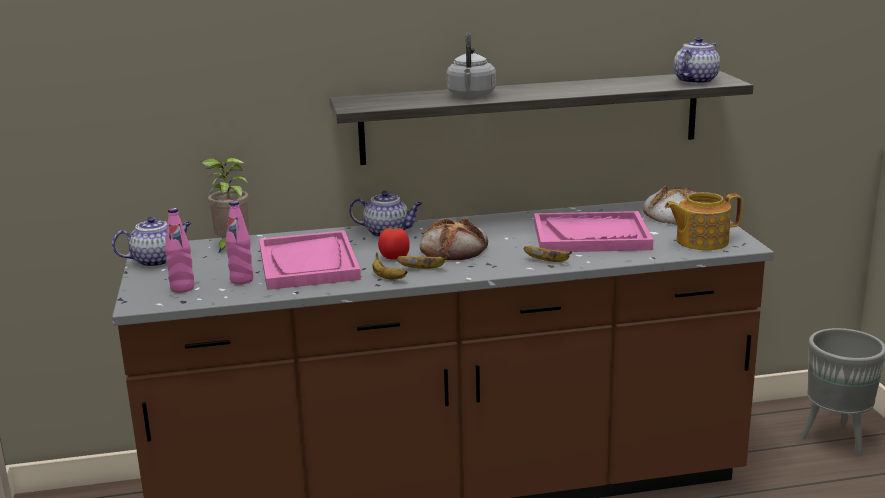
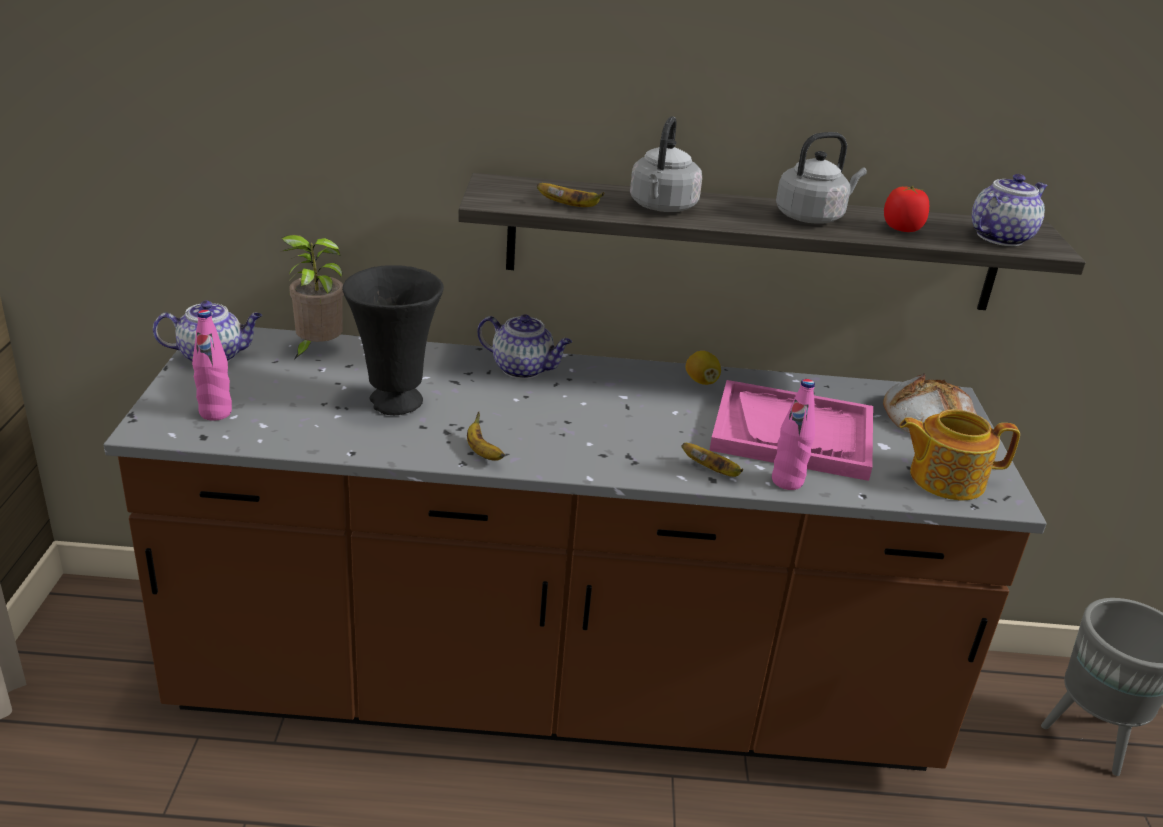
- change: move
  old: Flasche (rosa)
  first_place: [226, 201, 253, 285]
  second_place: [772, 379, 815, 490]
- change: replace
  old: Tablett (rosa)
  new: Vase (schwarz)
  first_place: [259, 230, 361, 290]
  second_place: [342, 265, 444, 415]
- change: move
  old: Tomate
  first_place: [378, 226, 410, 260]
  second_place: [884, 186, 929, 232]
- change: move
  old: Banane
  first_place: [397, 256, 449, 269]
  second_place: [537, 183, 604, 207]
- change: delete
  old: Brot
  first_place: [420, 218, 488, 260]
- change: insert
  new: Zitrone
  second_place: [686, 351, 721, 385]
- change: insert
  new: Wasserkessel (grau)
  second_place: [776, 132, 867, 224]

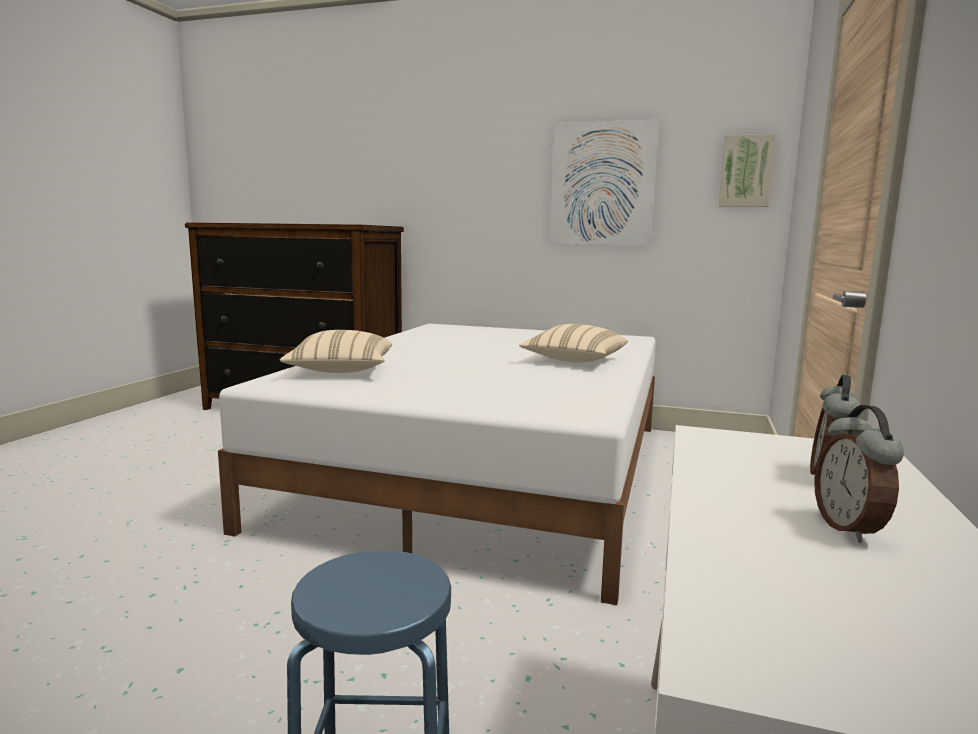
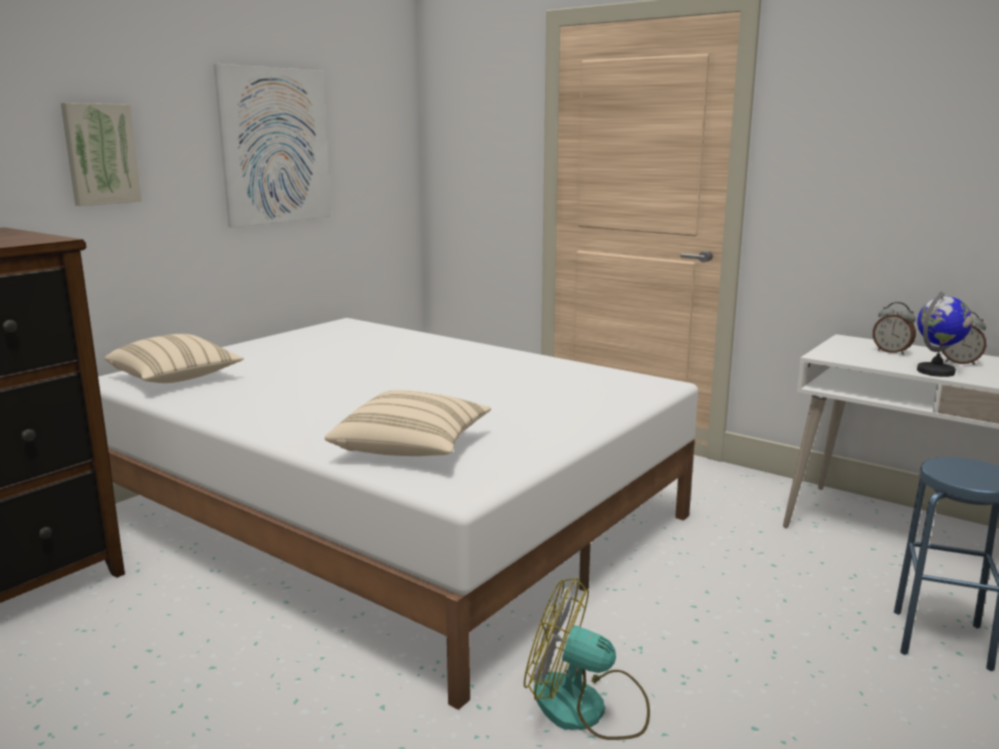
- change: move
  old: Kissen (beige)
  first_place: [519, 324, 628, 362]
  second_place: [104, 334, 244, 383]
- change: move
  old: Bild
  first_place: [719, 134, 776, 207]
  second_place: [61, 103, 142, 206]
- change: insert
  new: Ventilator
  second_place: [524, 578, 650, 740]
- change: insert
  new: Globus
  second_place: [917, 291, 973, 377]

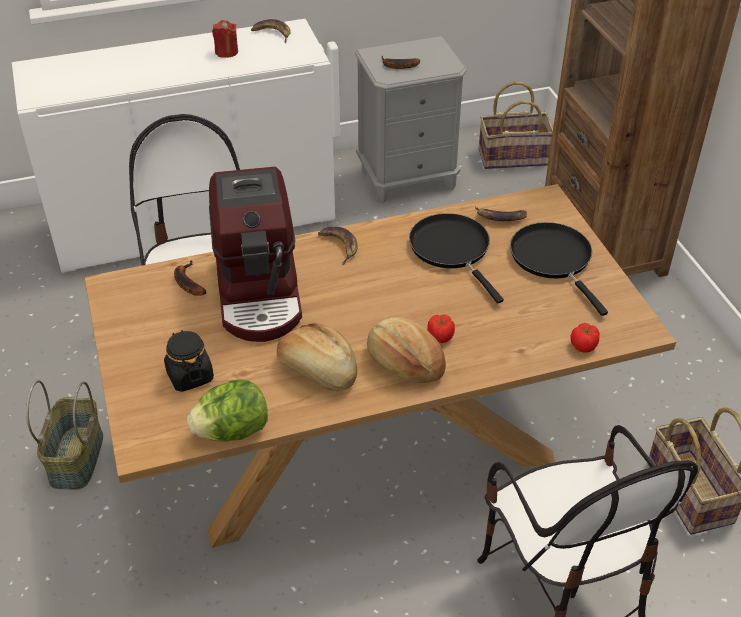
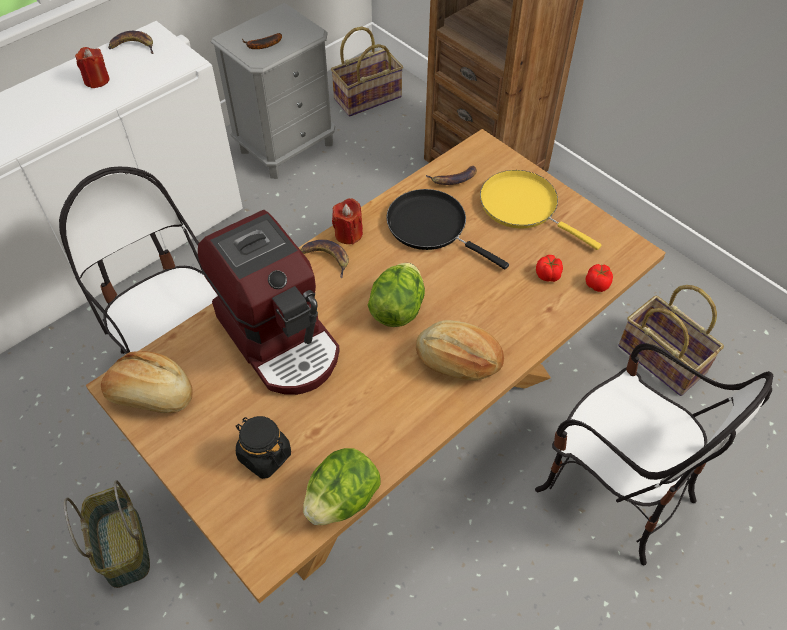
- change: delete
  old: Banane
  first_place: [174, 260, 206, 296]
- change: move
  old: Brot
  first_place: [277, 323, 357, 391]
  second_place: [101, 351, 193, 413]
- change: move
  old: Tomate
  first_place: [427, 314, 455, 343]
  second_place: [536, 255, 563, 282]
- change: recolor
  old: Pfanne (schwarz)
  new: Pfanne (gelb)
  first_place: [510, 222, 608, 316]
  second_place: [480, 170, 601, 250]
- change: insert
  new: Kerze (rot)
  second_place: [332, 198, 363, 245]
- change: insert
  new: Salatkopf
  second_place: [368, 263, 425, 327]

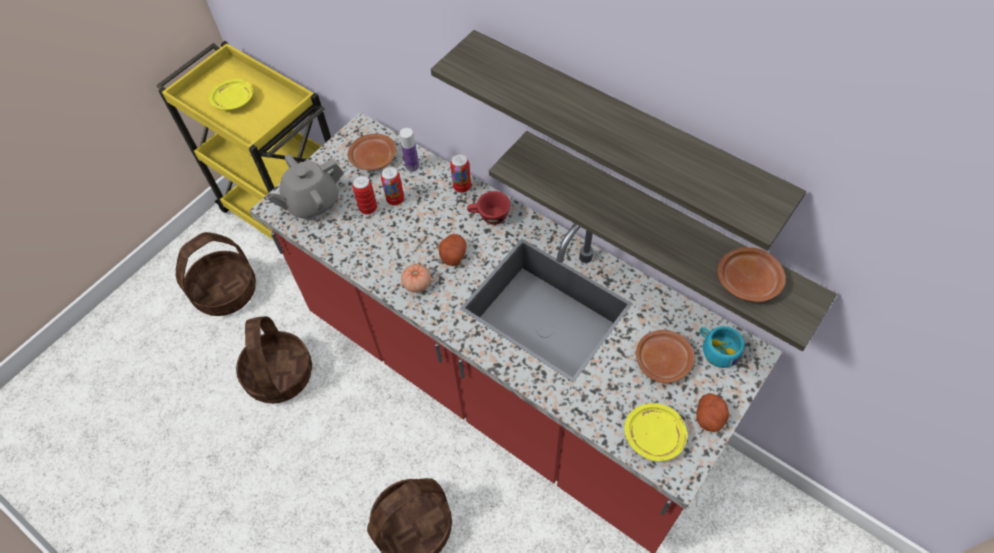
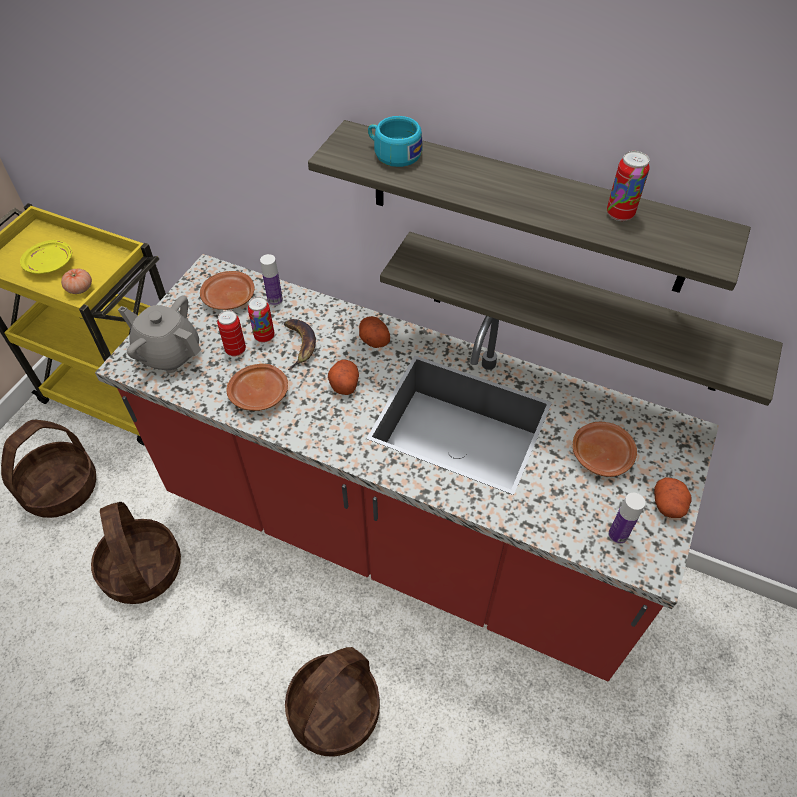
- change: rotate
  old: Teekanne (grau)
  first_place: [265, 154, 344, 220]
  second_place: [118, 295, 201, 373]
  degrees: 75
- change: move
  old: Tomate
  first_place: [401, 264, 431, 293]
  second_place: [61, 268, 92, 294]
- change: move
  old: Dose
  first_place: [450, 154, 471, 193]
  second_place: [607, 151, 650, 221]
- change: replace
  old: Tasse (rot)
  new: Kartoffel
  first_place: [467, 191, 510, 225]
  second_place: [359, 316, 390, 348]
- change: replace
  old: Teller (gelb)
  new: Flasche
  first_place: [624, 403, 687, 461]
  second_place: [608, 493, 645, 544]
- change: move
  old: Tasse (türkis)
  first_place: [700, 326, 745, 368]
  second_place: [368, 116, 423, 167]
- change: move
  old: Teller (braun)
  first_place: [717, 247, 786, 302]
  second_place: [227, 364, 288, 411]
- change: insert
  new: Banane
  second_place: [284, 319, 316, 370]

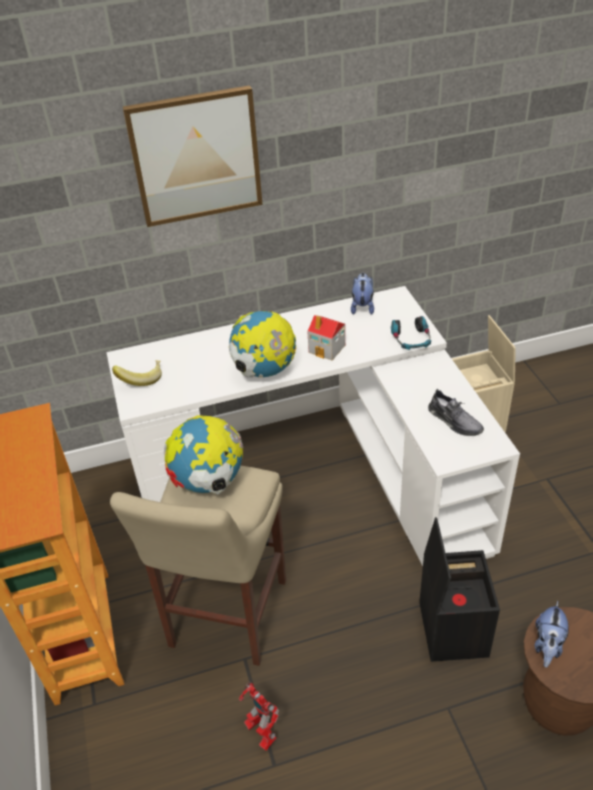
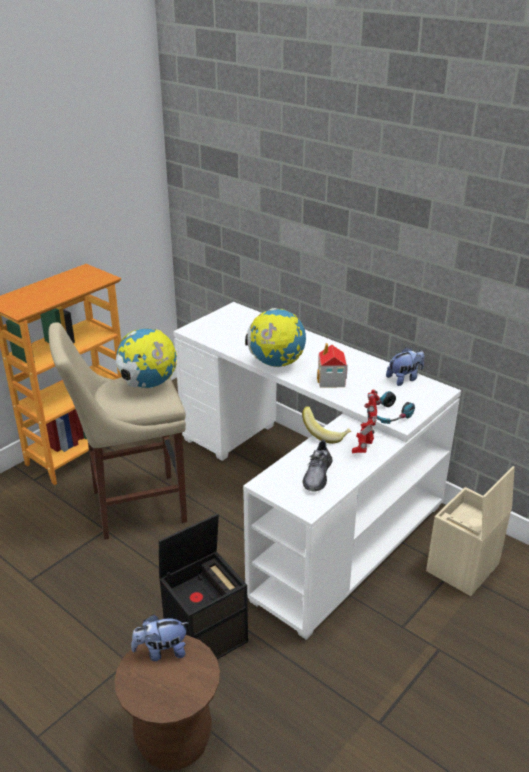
- change: move
  old: Banane
  first_place: [112, 360, 162, 386]
  second_place: [302, 406, 351, 444]
- change: delete
  old: Bild
  first_place: [122, 85, 263, 227]
- change: move
  old: Spielzeugroboter
  first_place: [239, 682, 279, 751]
  second_place: [352, 389, 380, 453]

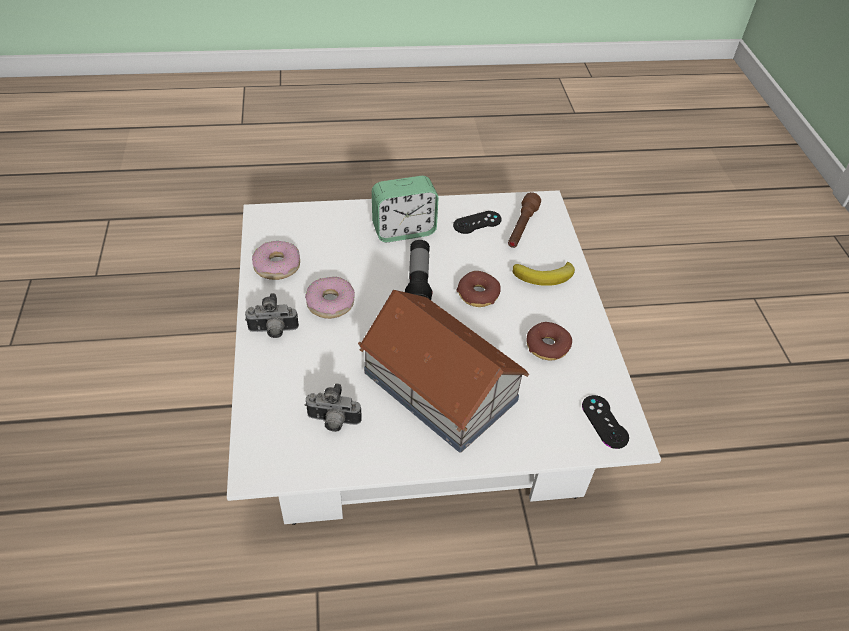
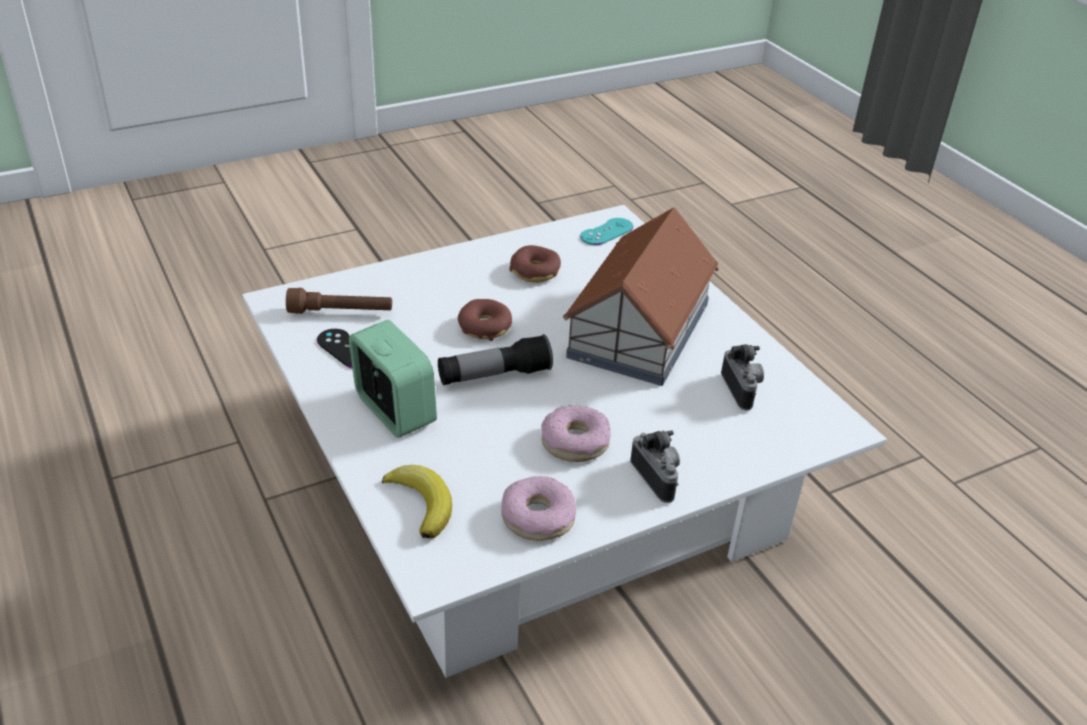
- change: move
  old: Banane
  first_place: [513, 262, 575, 286]
  second_place: [382, 465, 452, 539]
- change: recolor
  old: Gamepad (schwarz)
  new: Gamepad (türkis)
  first_place: [582, 395, 629, 449]
  second_place: [580, 218, 633, 245]

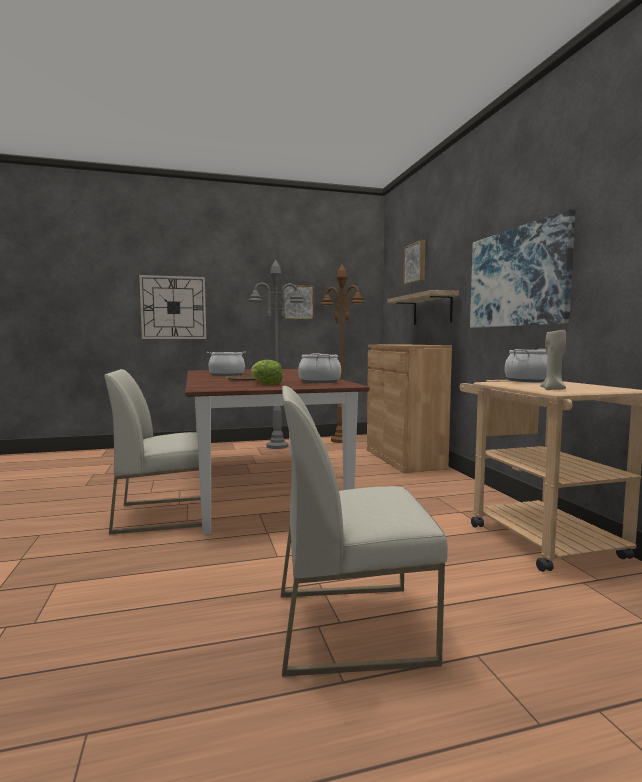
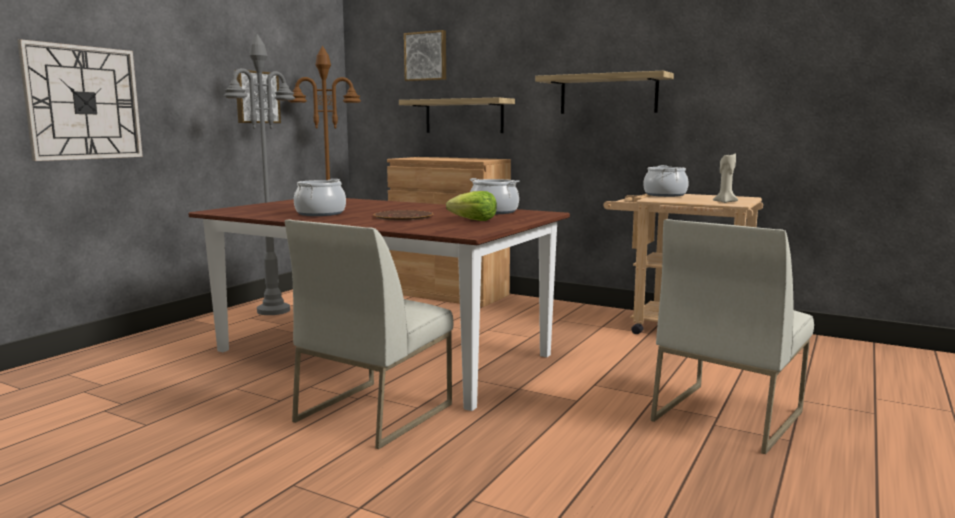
- change: replace
  old: Bild
  new: Wandregal
  first_place: [470, 209, 576, 328]
  second_place: [535, 71, 674, 114]

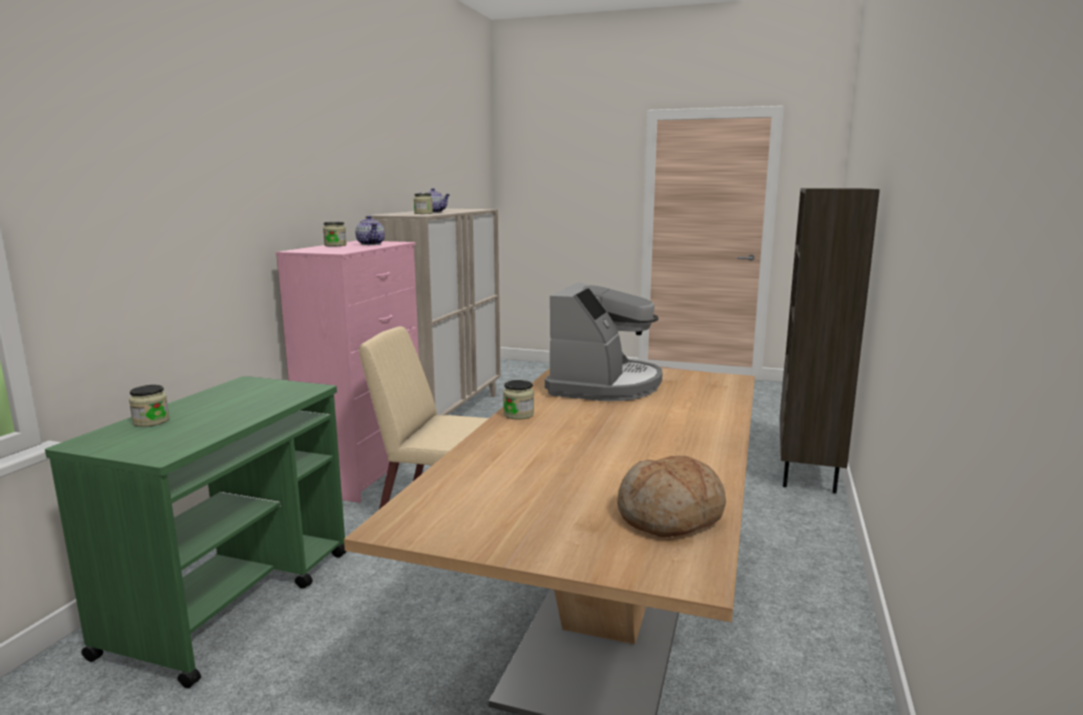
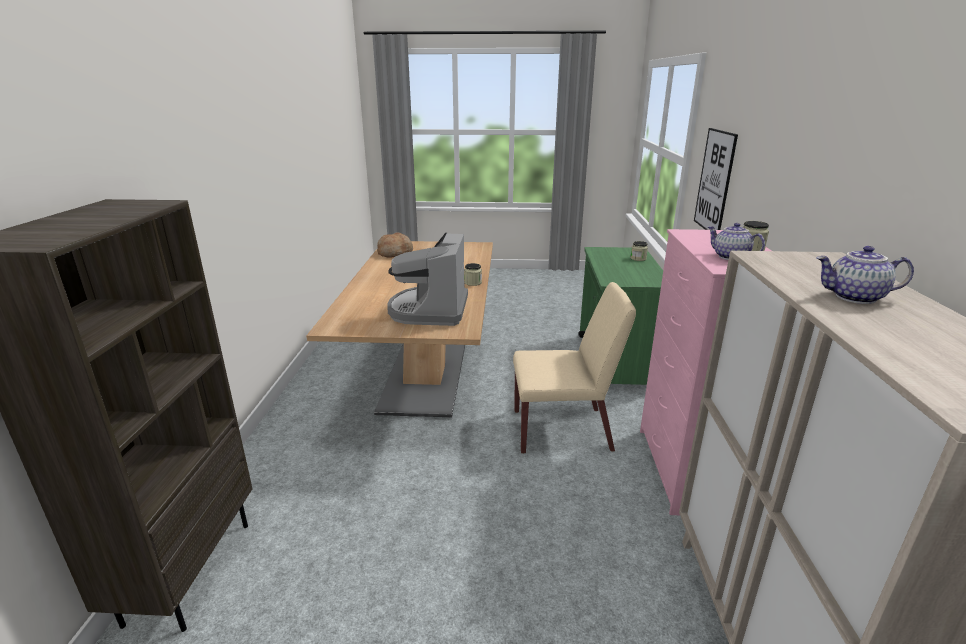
- change: delete
  old: Vorratsglas
  first_place: [414, 193, 433, 214]
- change: insert
  new: Bild
  second_place: [694, 128, 738, 230]

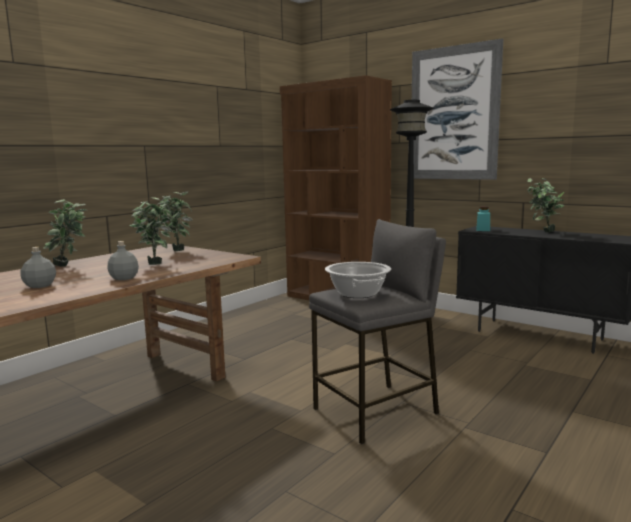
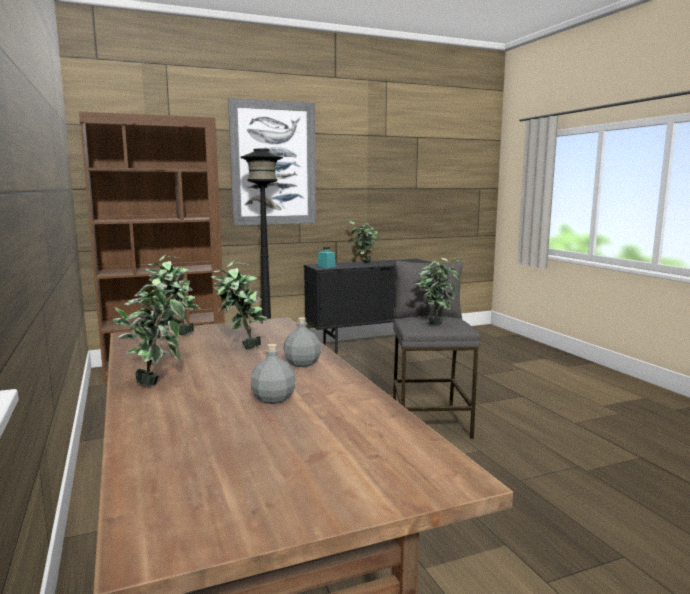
- change: replace
  old: Kochtopf
  new: Topfpflanze
  first_place: [325, 262, 391, 298]
  second_place: [415, 258, 462, 324]

